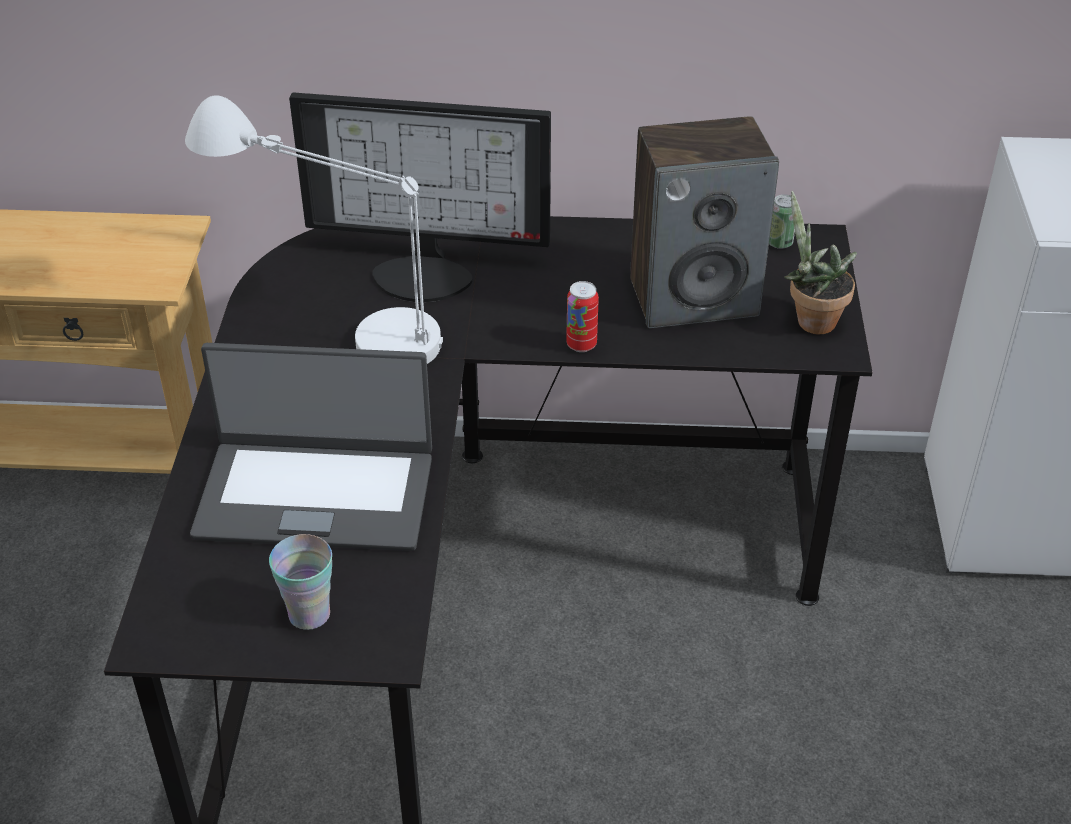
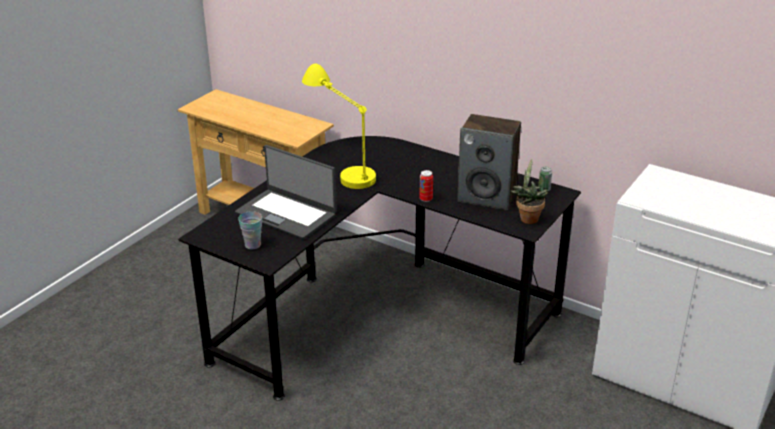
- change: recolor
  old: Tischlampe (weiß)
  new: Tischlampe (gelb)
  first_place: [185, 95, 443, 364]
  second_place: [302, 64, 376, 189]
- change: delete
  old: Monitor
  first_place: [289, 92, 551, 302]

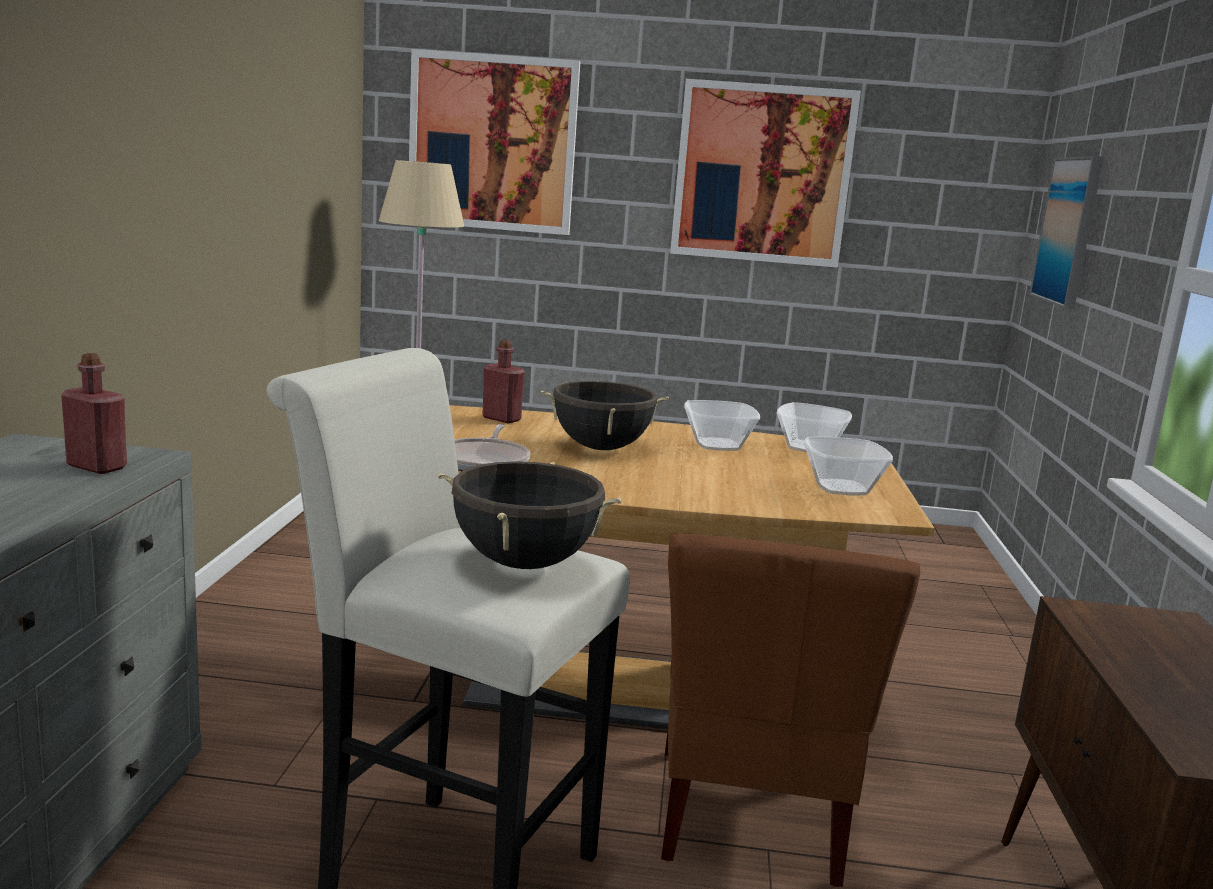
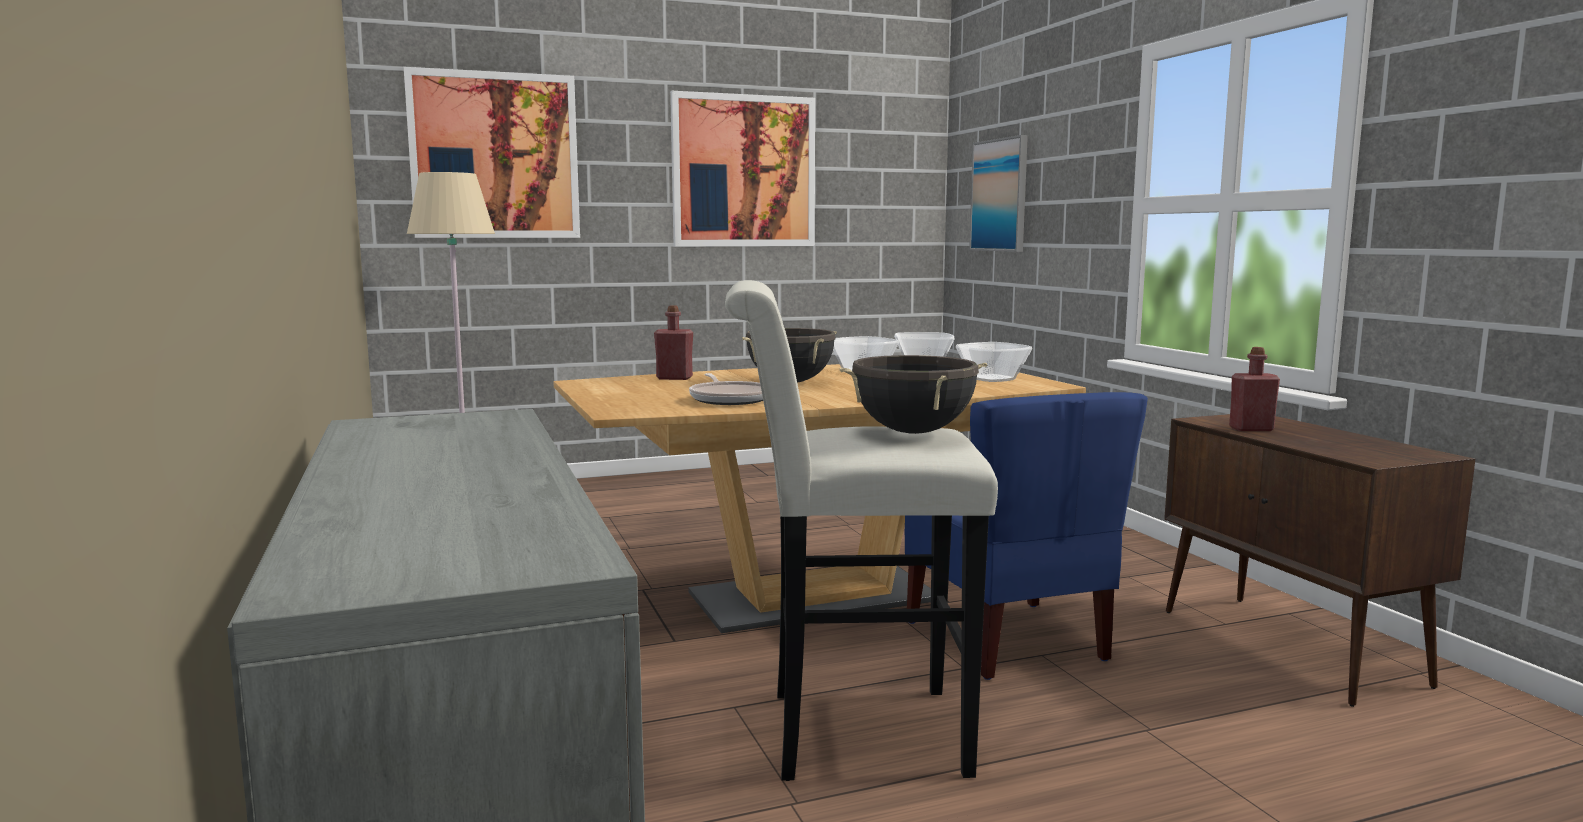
- change: move
  old: Flasche (rot)
  first_place: [61, 353, 127, 474]
  second_place: [1229, 347, 1280, 431]
- change: recolor
  old: Stuhl (braun)
  new: Stuhl (blau)
  first_place: [661, 534, 920, 887]
  second_place: [905, 392, 1148, 680]

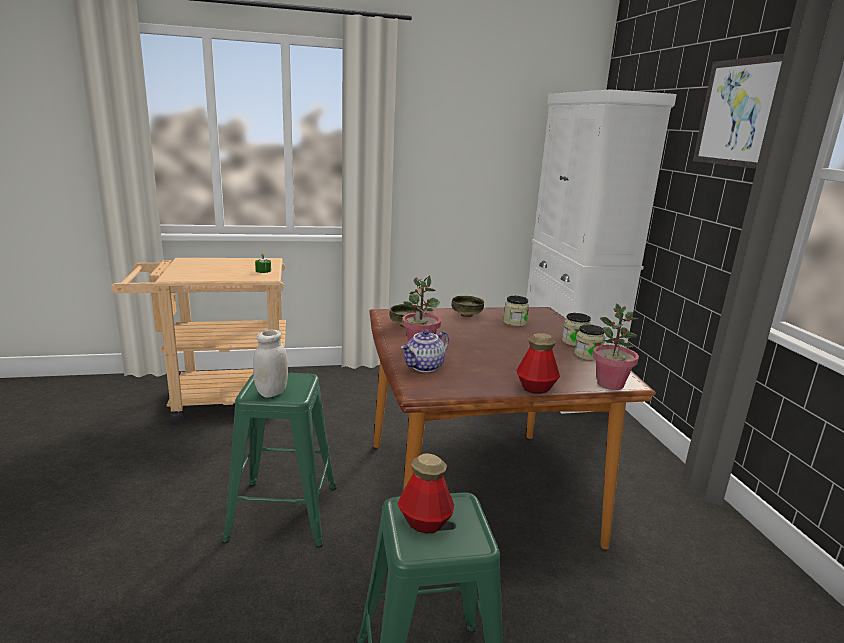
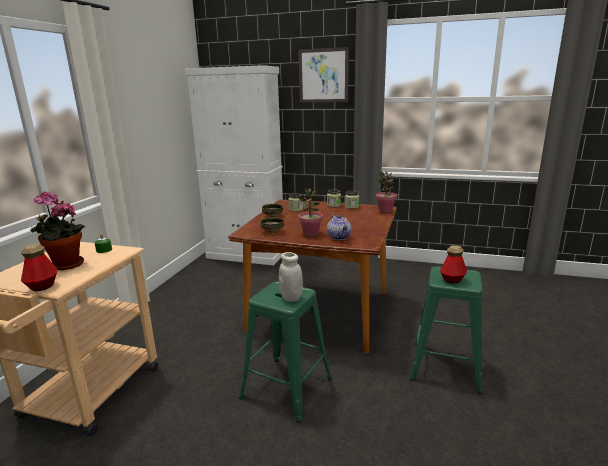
- change: move
  old: Flasche
  first_place: [516, 333, 560, 394]
  second_place: [21, 244, 58, 291]
- change: insert
  new: Topfpflanze
  second_place: [30, 191, 85, 270]

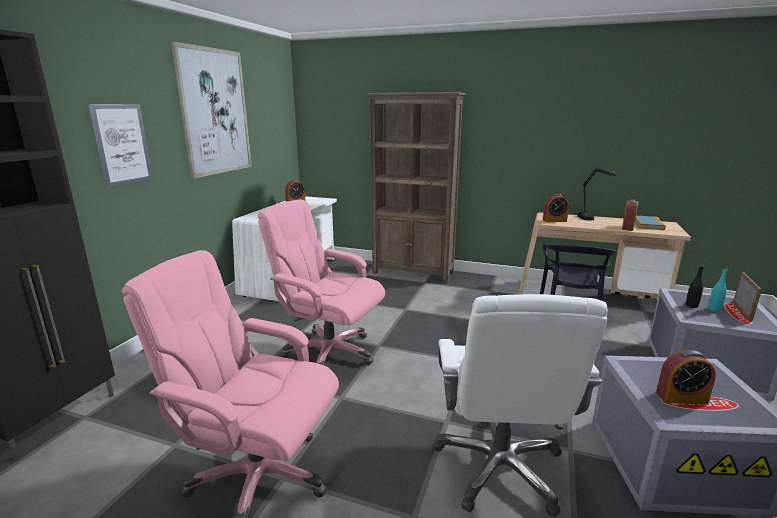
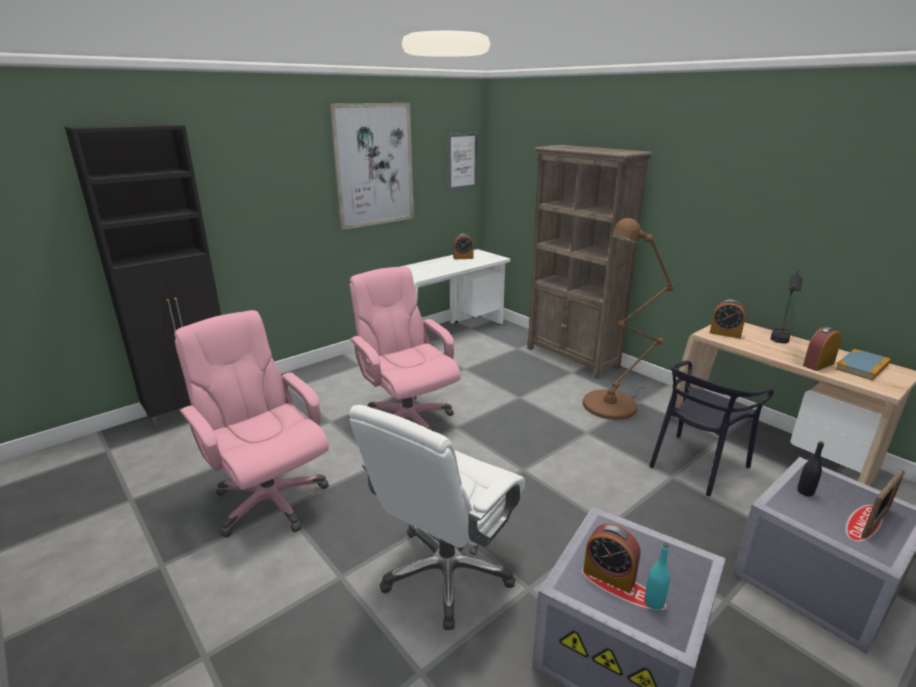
- change: move
  old: Bild
  first_place: [89, 104, 153, 188]
  second_place: [448, 132, 477, 190]
- change: move
  old: Flasche (türkis)
  first_place: [708, 268, 727, 312]
  second_place: [645, 543, 670, 610]
- change: insert
  new: Stehlampe (braun)
  second_place: [583, 218, 674, 420]

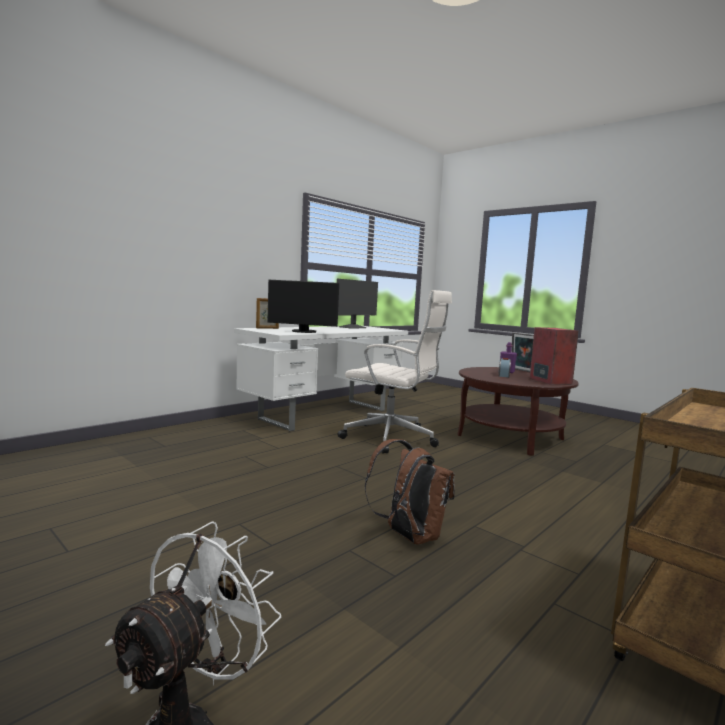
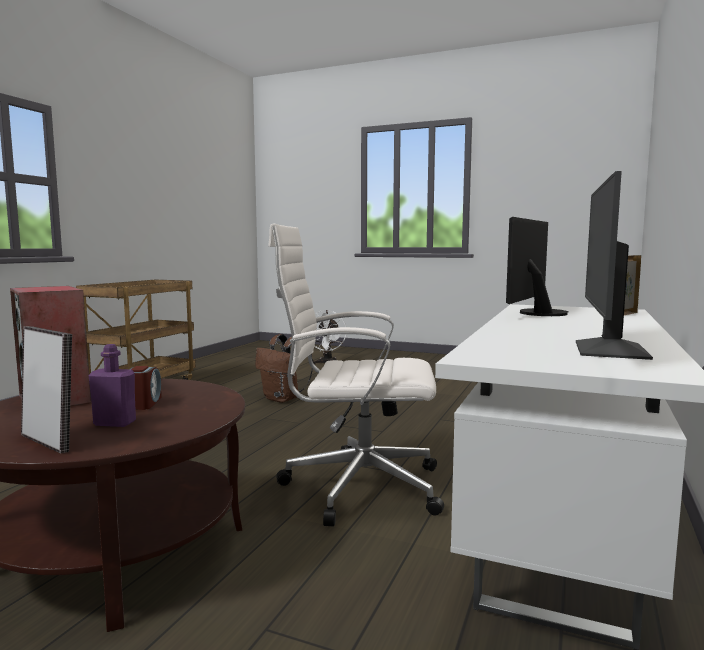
- change: rotate
  old: Monitor
  first_place: [267, 280, 339, 333]
  second_place: [506, 217, 569, 316]
  degrees: -45

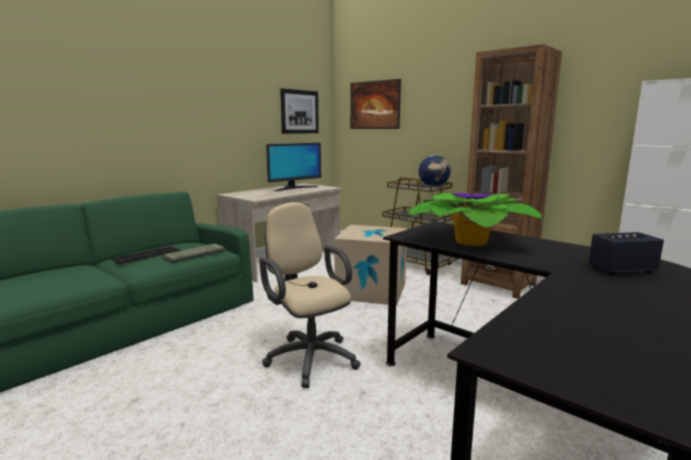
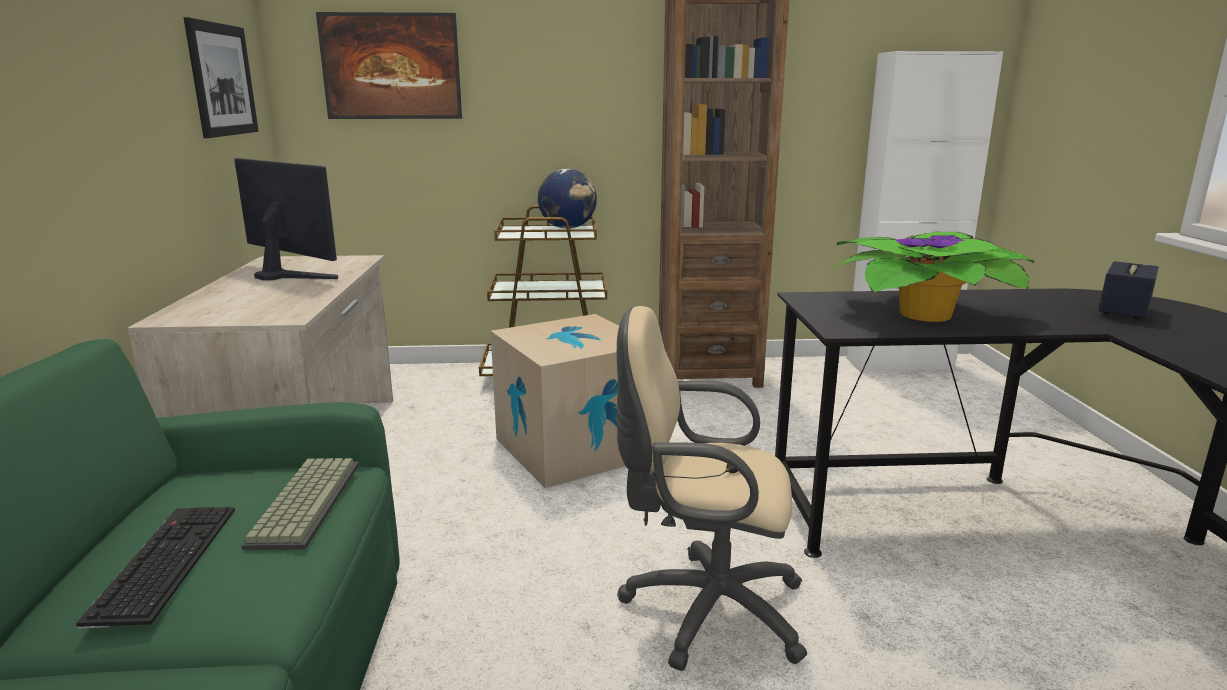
- change: rotate
  old: Monitor
  first_place: [266, 143, 321, 191]
  second_place: [234, 158, 338, 281]
  degrees: -60

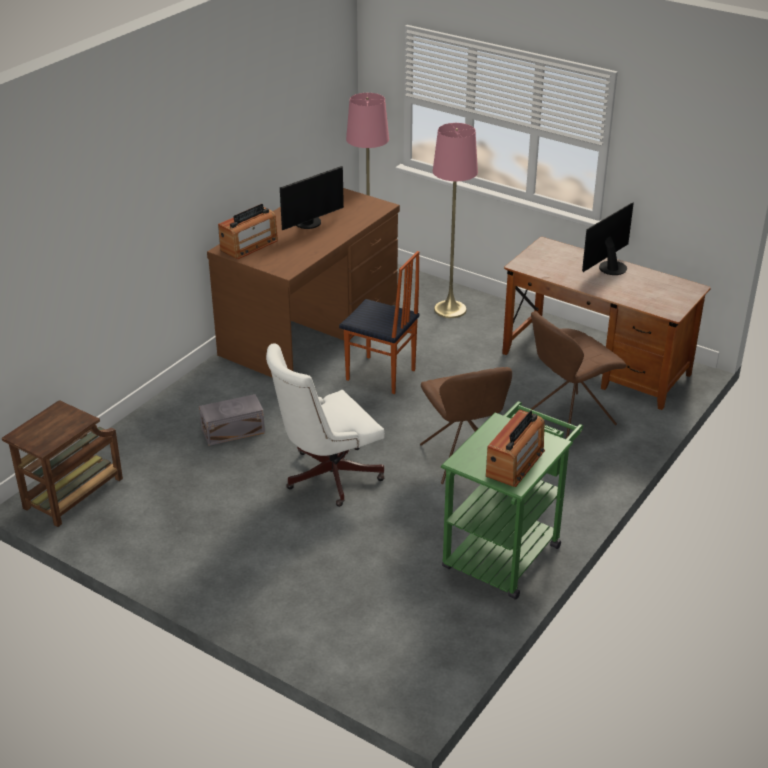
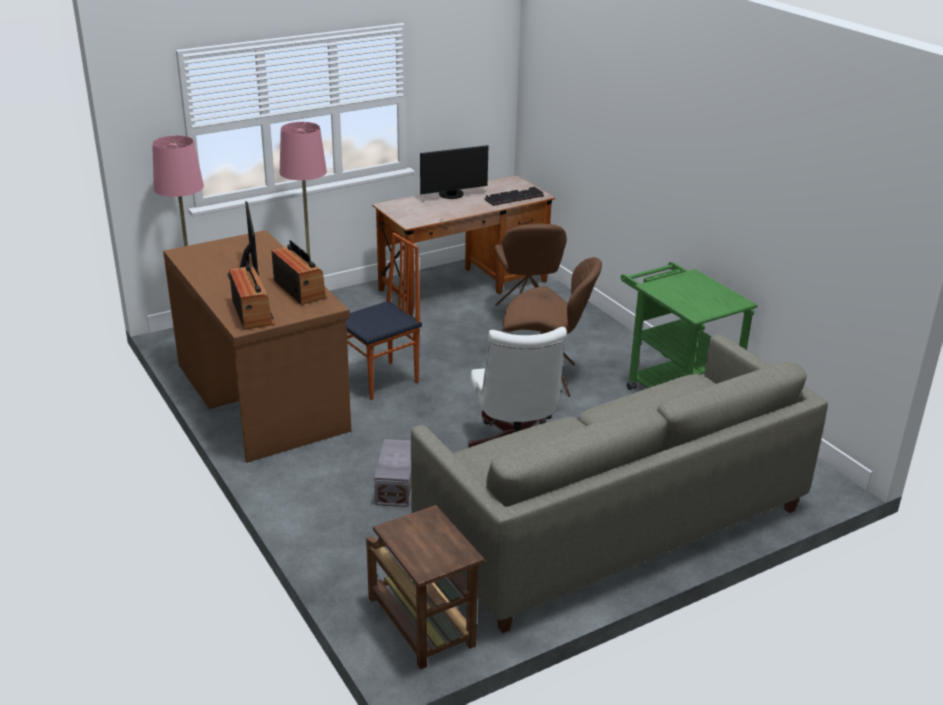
- change: move
  old: Radio
  first_place: [486, 409, 545, 487]
  second_place: [271, 240, 327, 305]
- change: rotate
  old: Monitor
  first_place: [582, 203, 634, 275]
  second_place: [420, 145, 489, 199]
  degrees: -90
- change: insert
  new: Sofa (grau)
  second_place: [411, 334, 828, 633]
- change: insert
  new: Tastatur
  second_place: [485, 187, 544, 206]

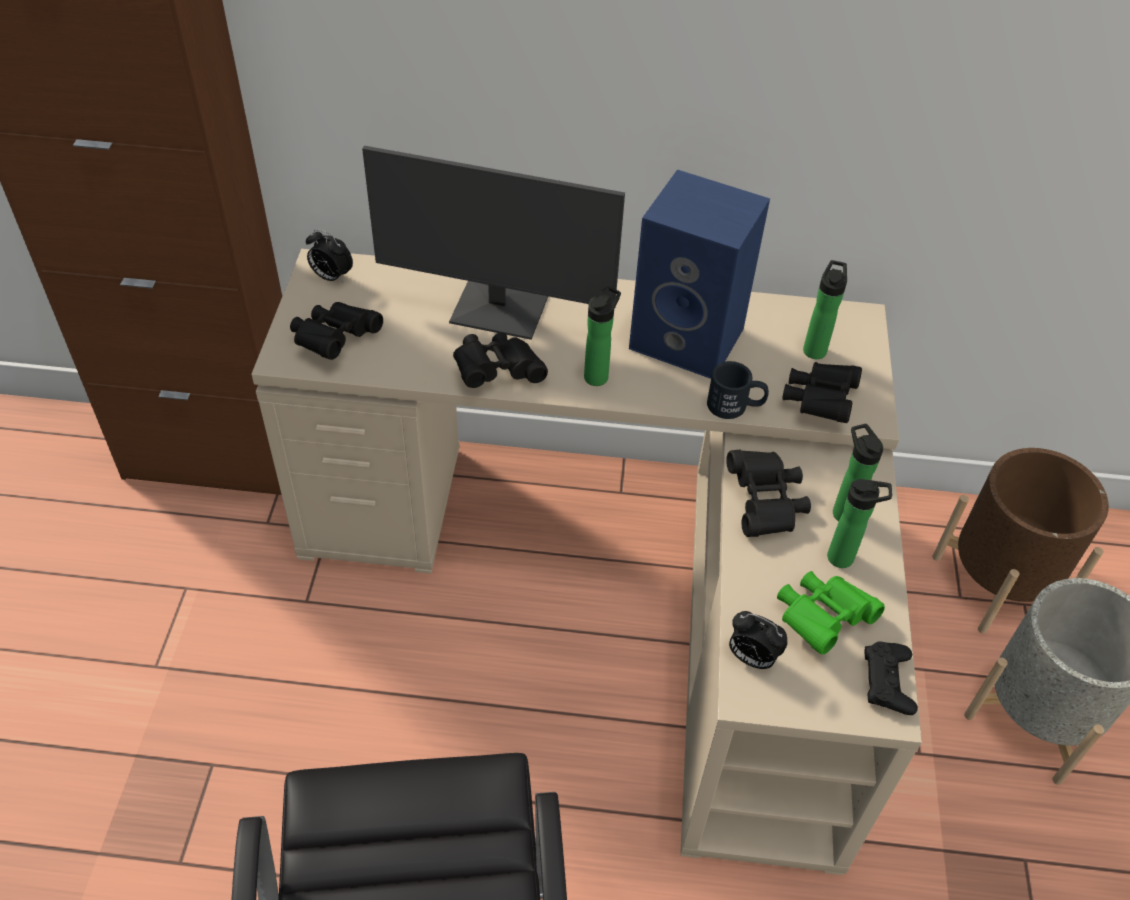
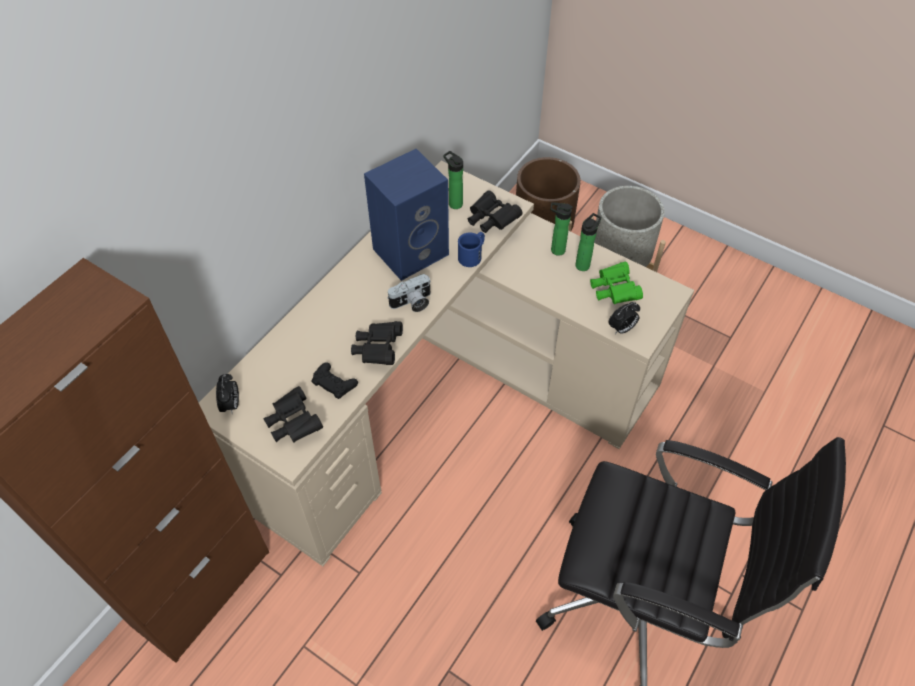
- change: rotate
  old: Wecker
  first_place: [306, 229, 353, 283]
  second_place: [216, 374, 239, 413]
  degrees: -60
- change: delete
  old: Monitor
  first_place: [362, 146, 625, 340]
- change: replace
  old: Flasche
  new: Kamera
  first_place: [584, 286, 621, 386]
  second_place: [387, 274, 431, 312]
- change: recolor
  old: Henkelbecher (schwarz)
  new: Henkelbecher (blau)
  first_place: [707, 361, 769, 419]
  second_place: [458, 232, 485, 267]
- change: delete
  old: Fernglas (schwarz)
  first_place: [726, 450, 811, 537]
- change: move
  old: Gamepad (schwarz)
  first_place: [864, 641, 918, 715]
  second_place: [311, 362, 358, 399]

